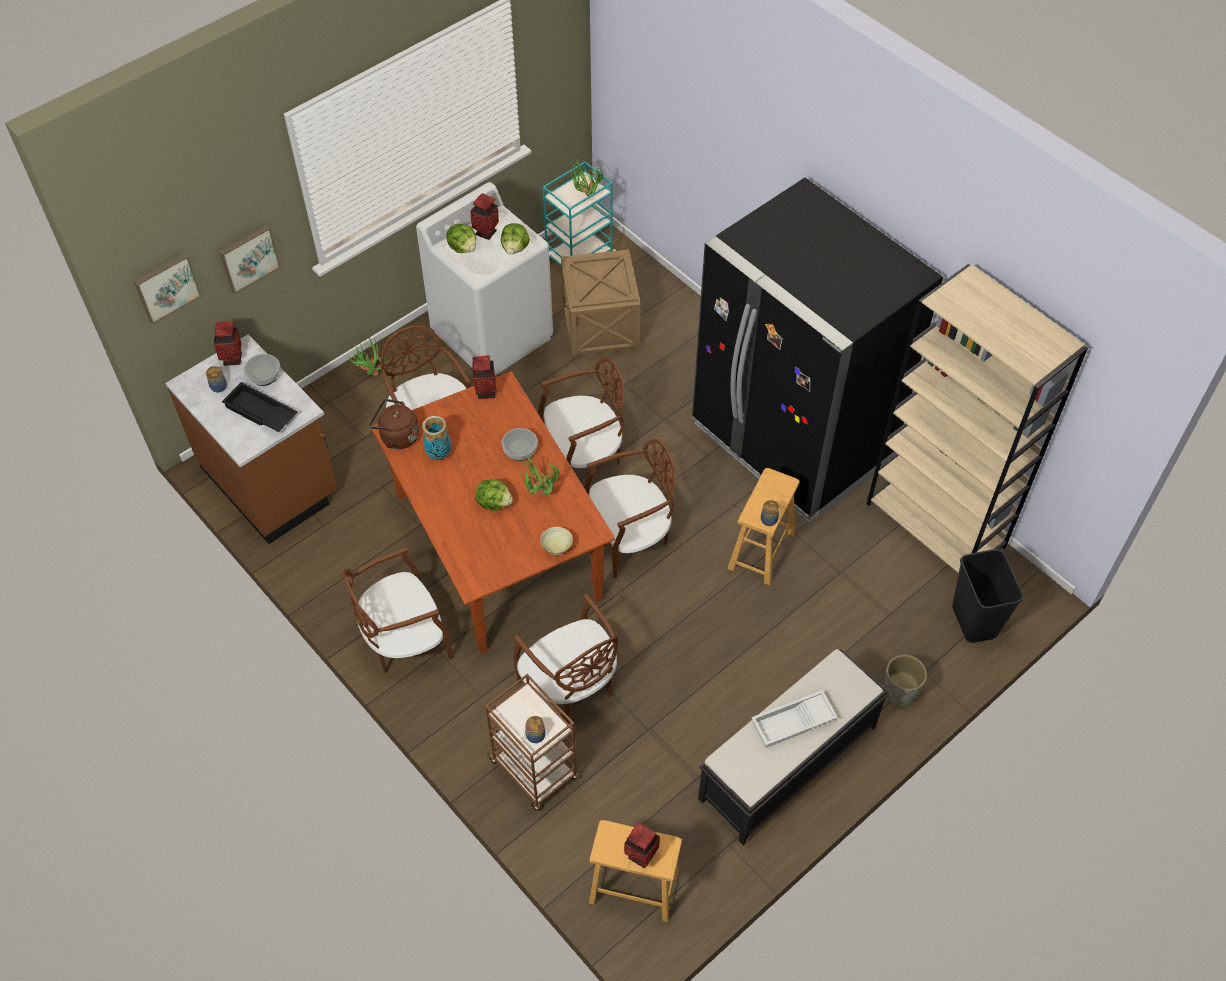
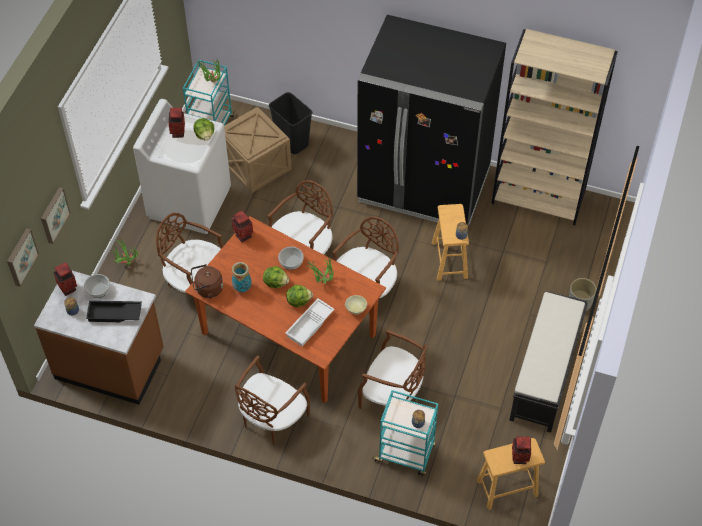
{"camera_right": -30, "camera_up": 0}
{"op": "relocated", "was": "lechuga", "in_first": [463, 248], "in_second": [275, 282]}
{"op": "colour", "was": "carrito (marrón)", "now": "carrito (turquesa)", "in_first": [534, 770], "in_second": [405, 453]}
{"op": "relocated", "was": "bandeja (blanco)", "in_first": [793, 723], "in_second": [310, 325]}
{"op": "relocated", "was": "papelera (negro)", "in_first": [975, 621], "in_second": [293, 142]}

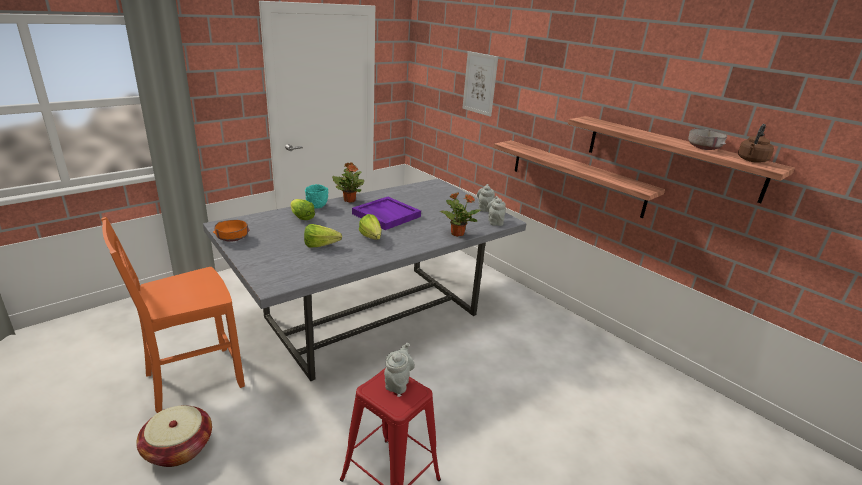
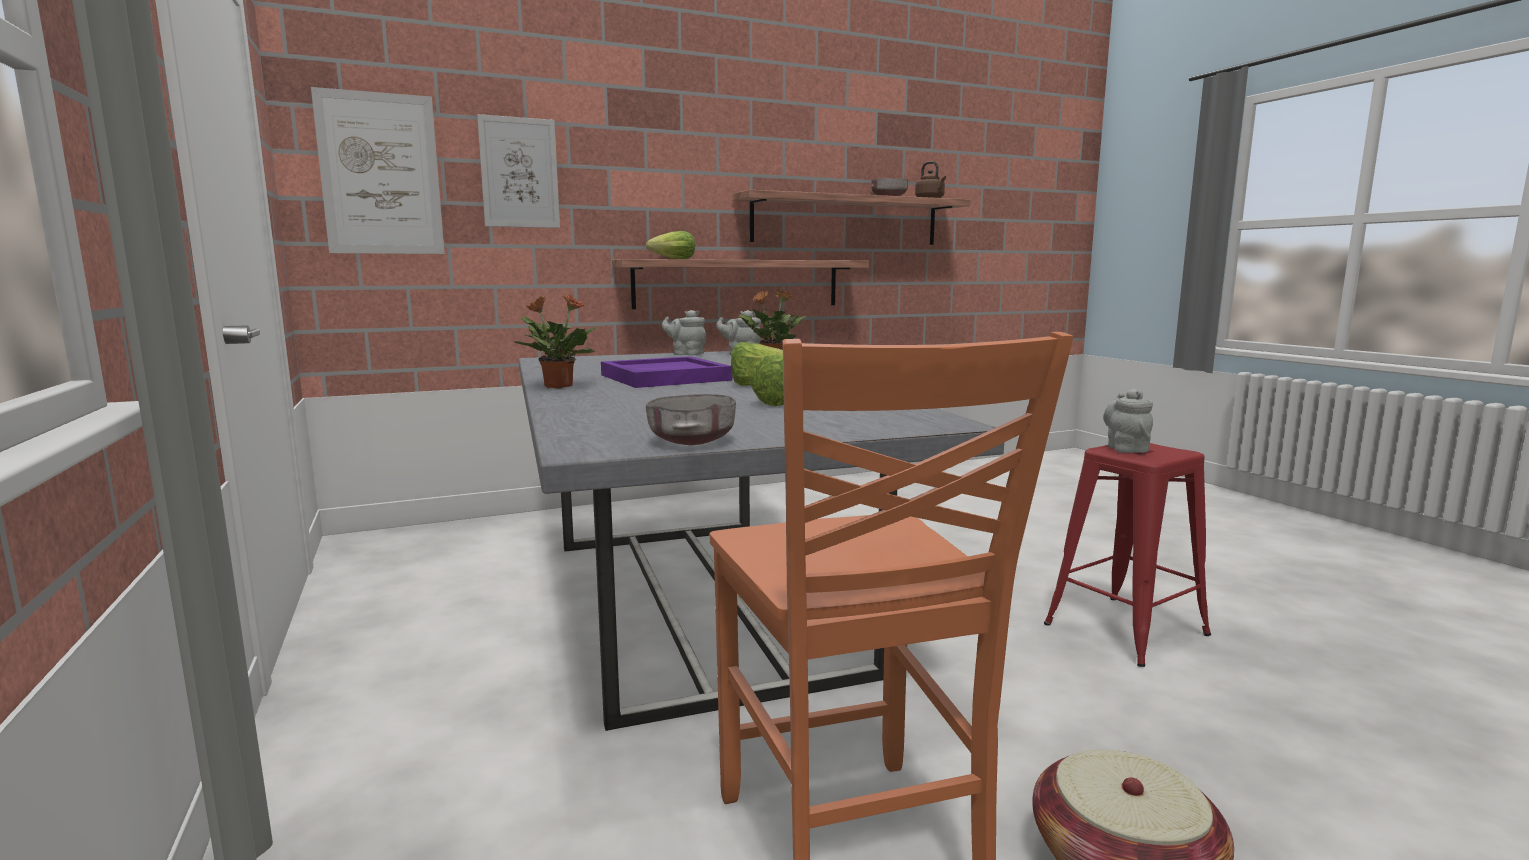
{"camera_right": -70, "camera_up": -15}
{"op": "colour", "was": "cuenco (naranja)", "now": "cuenco (gris)", "in_first": [233, 238], "in_second": [692, 441]}
{"op": "relocated", "was": "lechuga", "in_first": [301, 217], "in_second": [673, 259]}
{"op": "missing", "was": "cuenco (turquesa)", "in_first": [317, 207]}
{"op": "spun", "was": "tetera (gris)", "in_first": [398, 383], "in_second": [1125, 448], "clockwise": 60}
{"op": "appeared", "now": "cuadro", "in_second": [380, 174]}

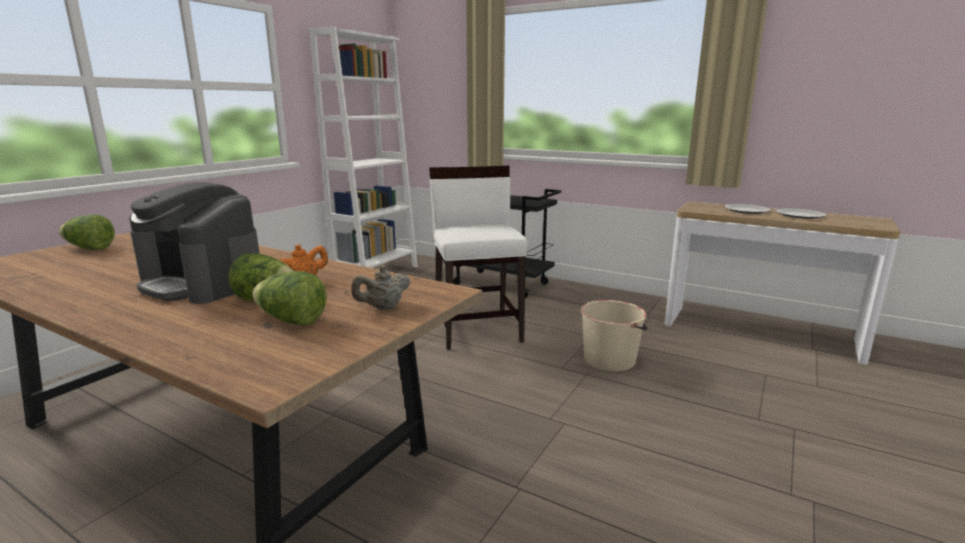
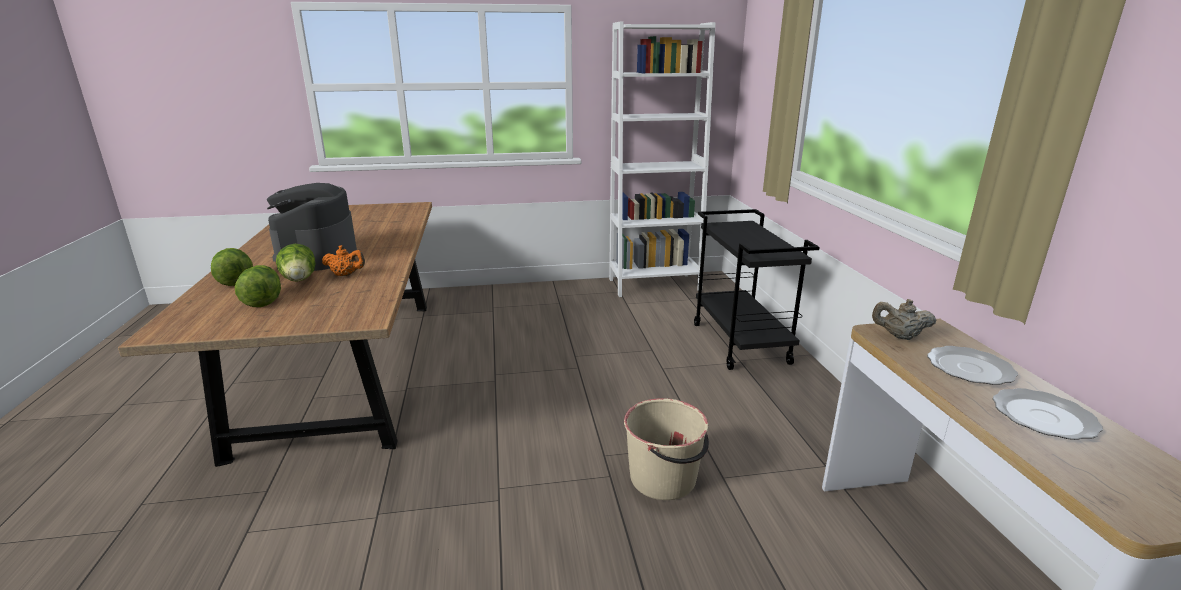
{"camera_right": 50, "camera_up": 5}
{"op": "relocated", "was": "lechuga", "in_first": [89, 248], "in_second": [235, 281]}
{"op": "relocated", "was": "tetera (beis)", "in_first": [383, 307], "in_second": [899, 336]}
{"op": "missing", "was": "silla (blanco)", "in_first": [478, 328]}

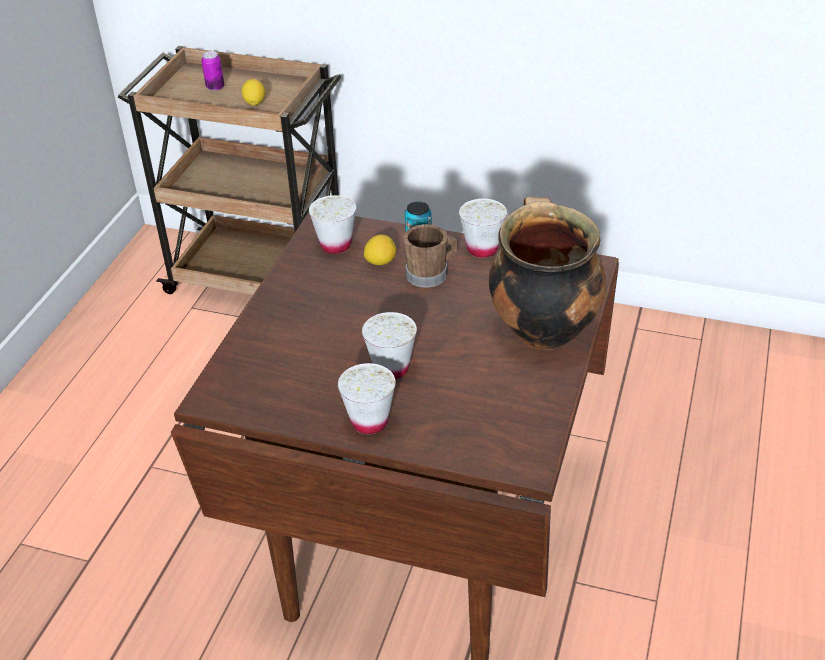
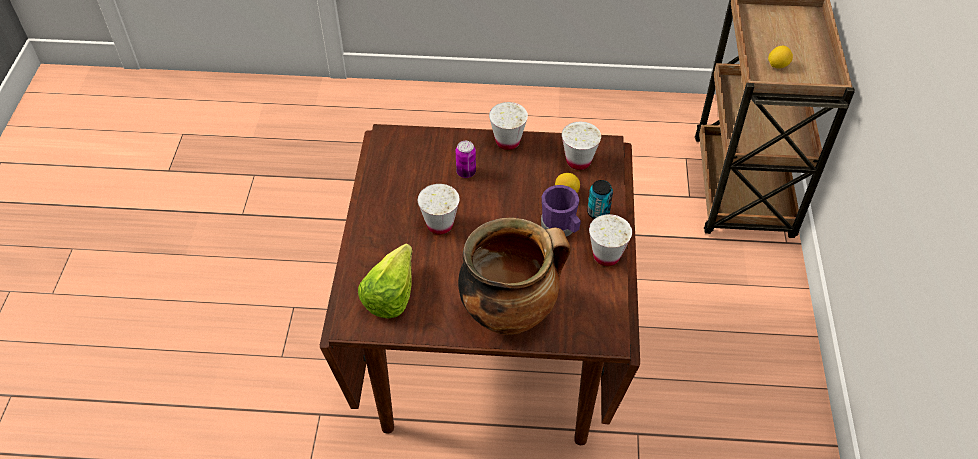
{"camera_right": 75, "camera_up": 10}
{"op": "relocated", "was": "lata", "in_first": [215, 87], "in_second": [466, 172]}
{"op": "relocated", "was": "taza (blanco)", "in_first": [369, 422], "in_second": [507, 141]}
{"op": "colour", "was": "taza grande (marrón)", "now": "taza grande (morado)", "in_first": [431, 274], "in_second": [561, 228]}
{"op": "appeared", "now": "lechuga", "in_second": [395, 291]}

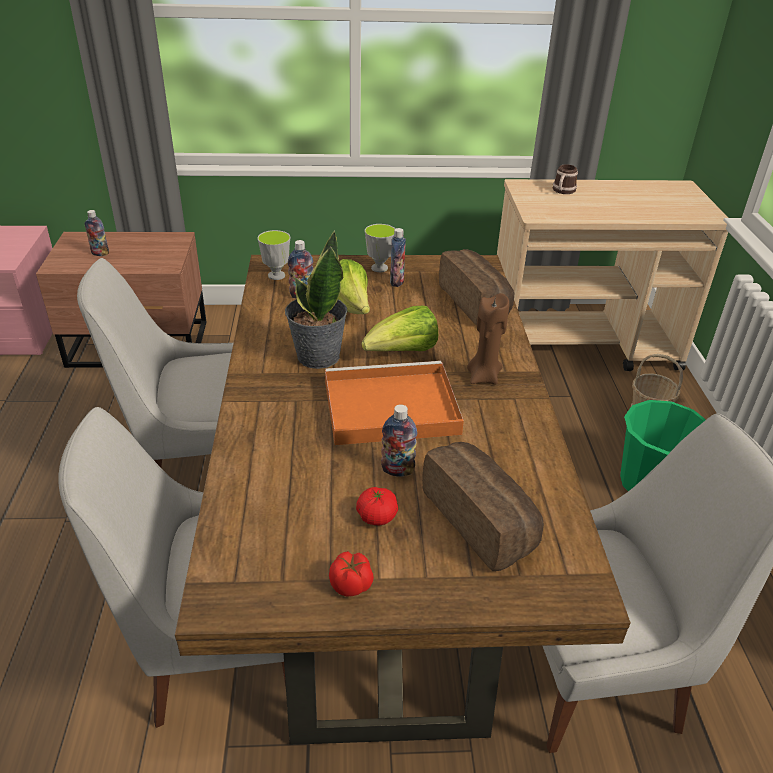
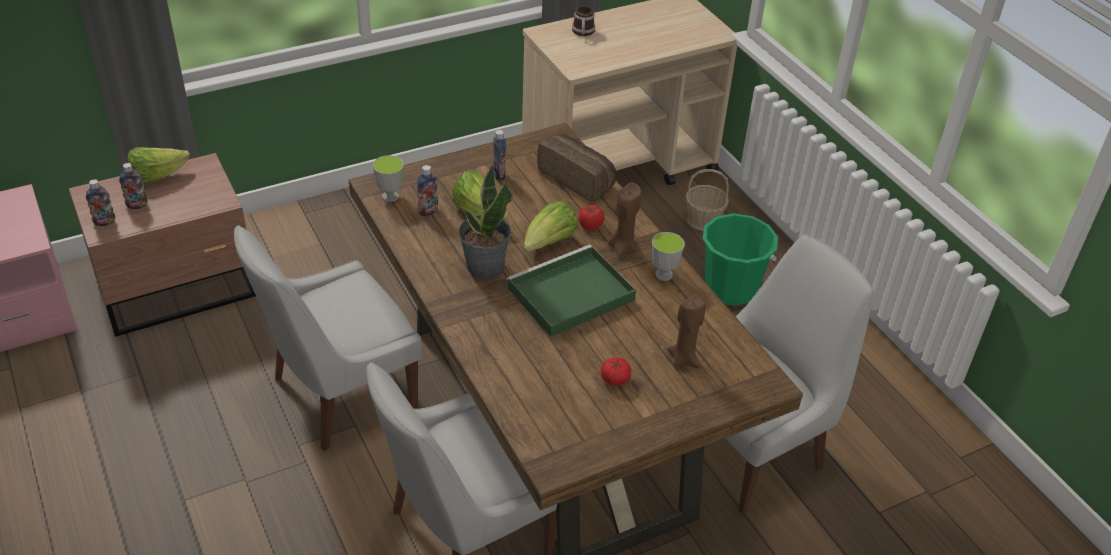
{"camera_right": -25, "camera_up": 5}
{"op": "colour", "was": "bandeja (naranja)", "now": "bandeja (verde)", "in_first": [388, 408], "in_second": [569, 295]}
{"op": "relocated", "was": "tomate", "in_first": [351, 585], "in_second": [591, 225]}
{"op": "relocated", "was": "taza", "in_first": [379, 268], "in_second": [663, 274]}
{"op": "relocated", "was": "botella", "in_first": [397, 470], "in_second": [104, 222]}
{"op": "exchanged", "was": "pan", "now": "vela (marrón)", "in_first": [482, 520], "in_second": [684, 359]}
{"op": "appeared", "now": "lechuga", "in_second": [157, 176]}

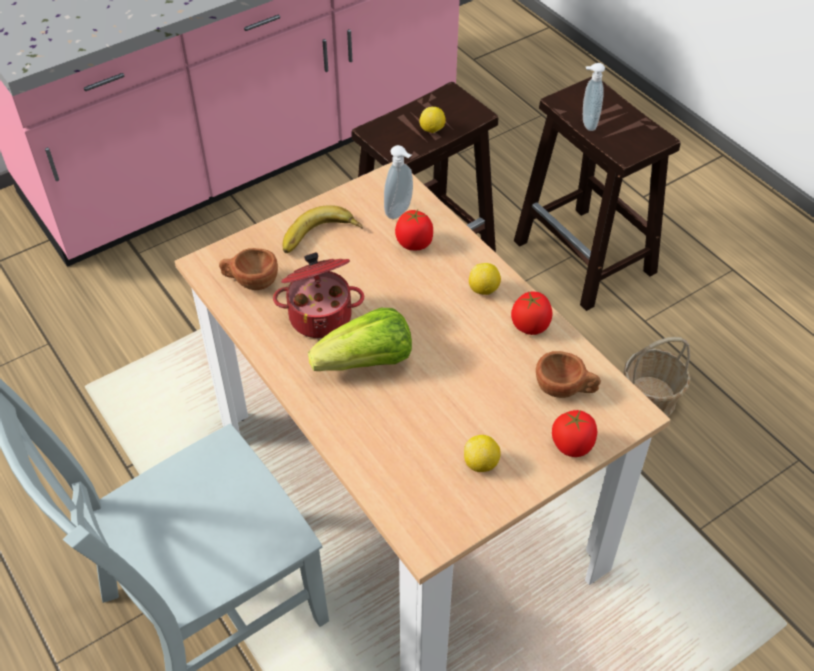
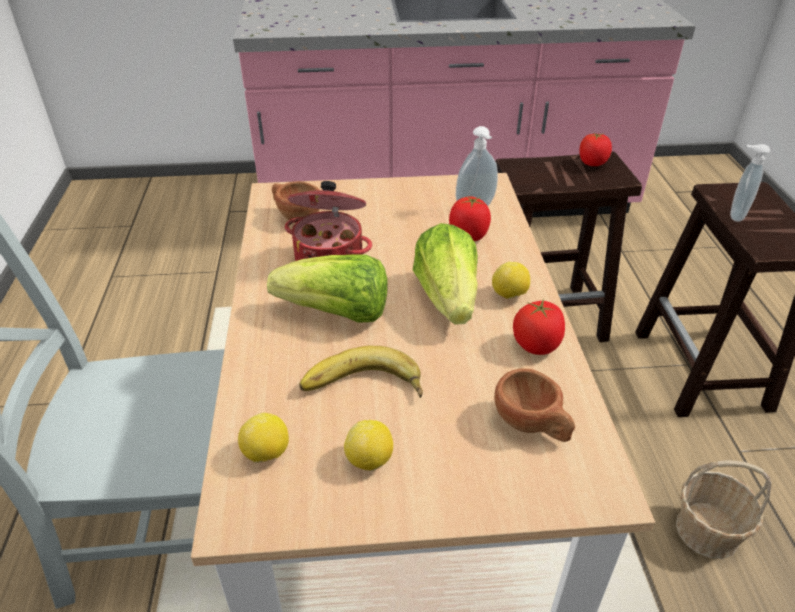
{"camera_right": 30, "camera_up": -10}
{"op": "relocated", "was": "plátano", "in_first": [321, 238], "in_second": [363, 388]}
{"op": "relocated", "was": "limón", "in_first": [432, 130], "in_second": [266, 453]}
{"op": "relocated", "was": "tomate", "in_first": [572, 445], "in_second": [592, 163]}
{"op": "appeared", "now": "lechuga", "in_second": [447, 297]}

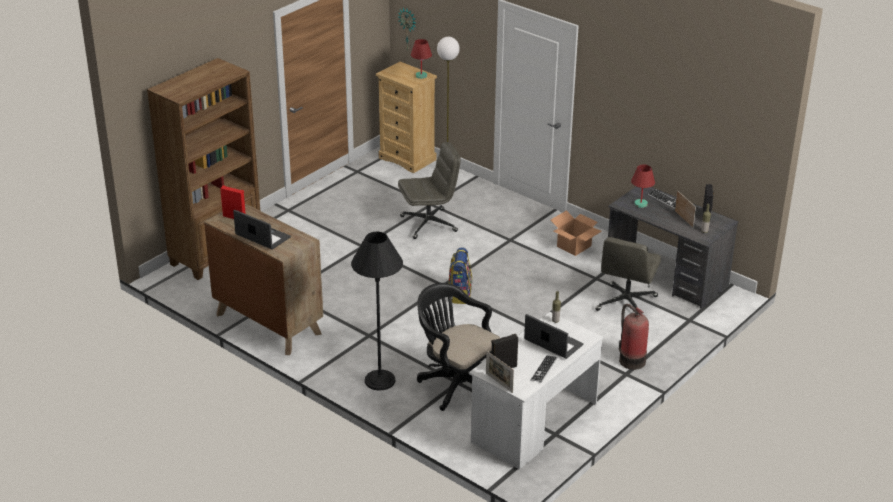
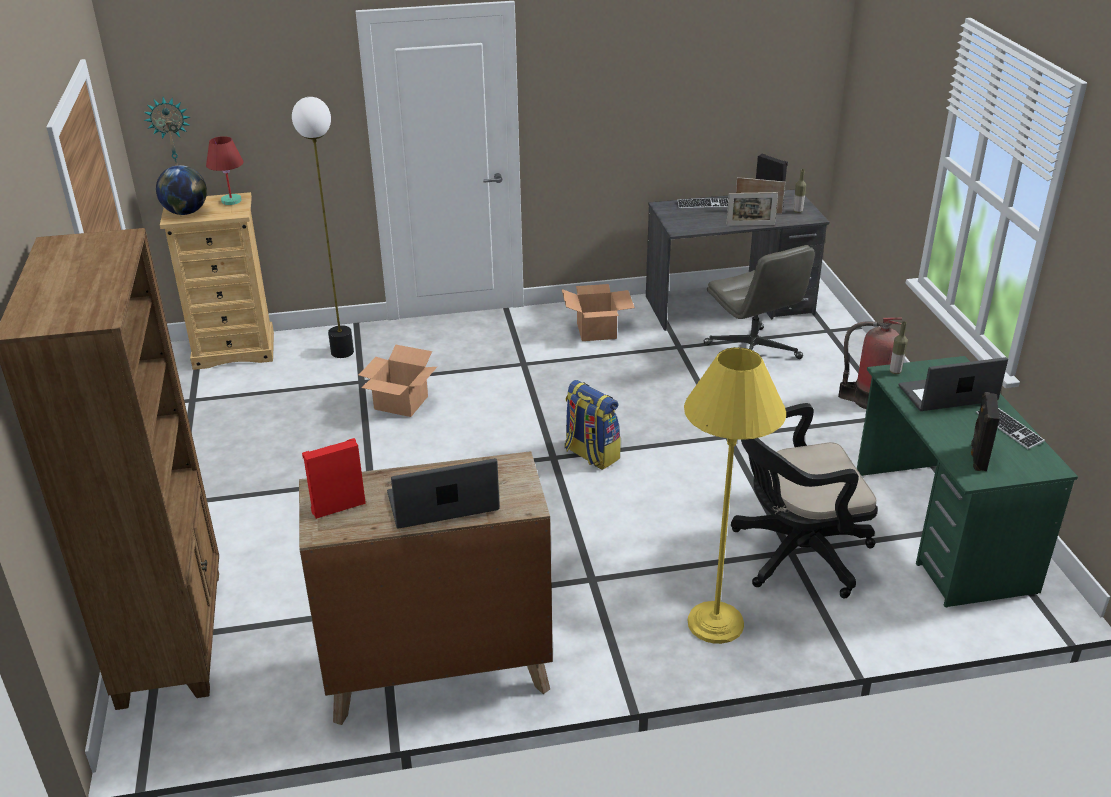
{"camera_right": -50, "camera_up": 0}
{"op": "colour", "was": "lámpara de pie (negro)", "now": "lámpara de pie (amarillo)", "in_first": [379, 380], "in_second": [715, 623]}
{"op": "exchanged", "was": "silla de oficina (gris)", "now": "caja de cartón", "in_first": [429, 224], "in_second": [402, 403]}
{"op": "colour", "was": "escritorio (blanco)", "now": "escritorio (verde)", "in_first": [534, 423], "in_second": [941, 531]}
{"op": "relocated", "was": "portarretratos", "in_first": [499, 383], "in_second": [750, 225]}
{"op": "missing", "was": "lámpara de mesa (rojo)", "in_first": [640, 204]}
{"op": "appeared", "now": "globo terráqueo", "in_second": [186, 212]}

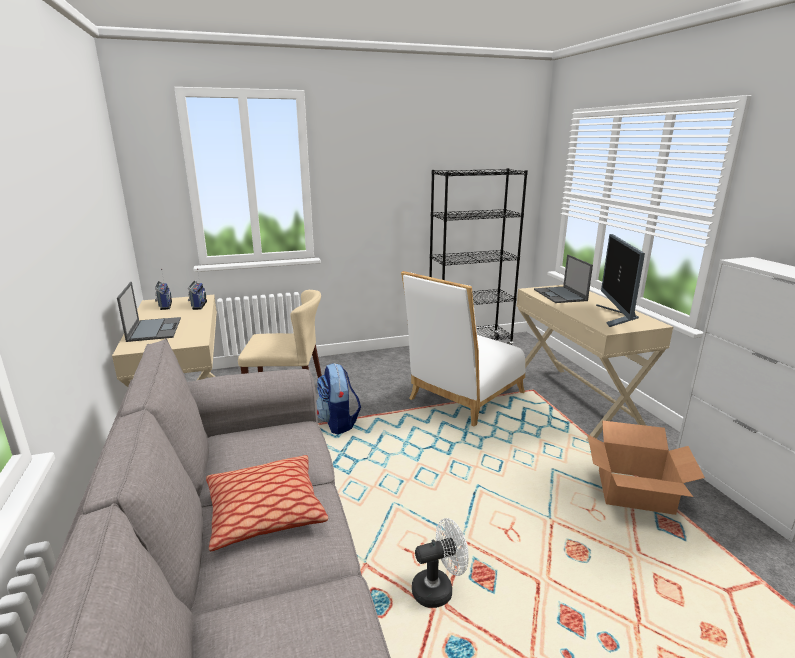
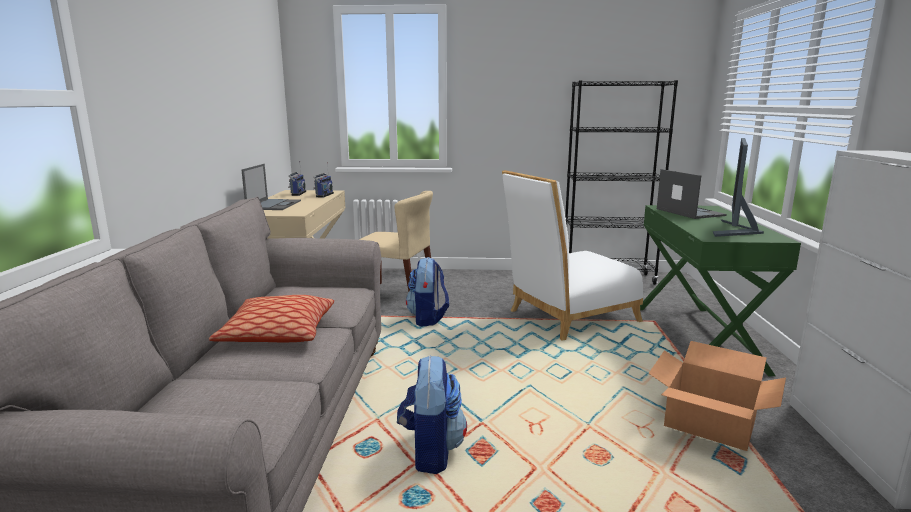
{"camera_right": 20, "camera_up": -5}
{"op": "exchanged", "was": "ventilador (blanco)", "now": "mochila", "in_first": [438, 589], "in_second": [431, 451]}
{"op": "colour", "was": "escritorio (beis)", "now": "escritorio (verde)", "in_first": [574, 402], "in_second": [697, 337]}
{"op": "spun", "was": "portátil", "in_first": [560, 295], "in_second": [689, 212], "clockwise": 150}

